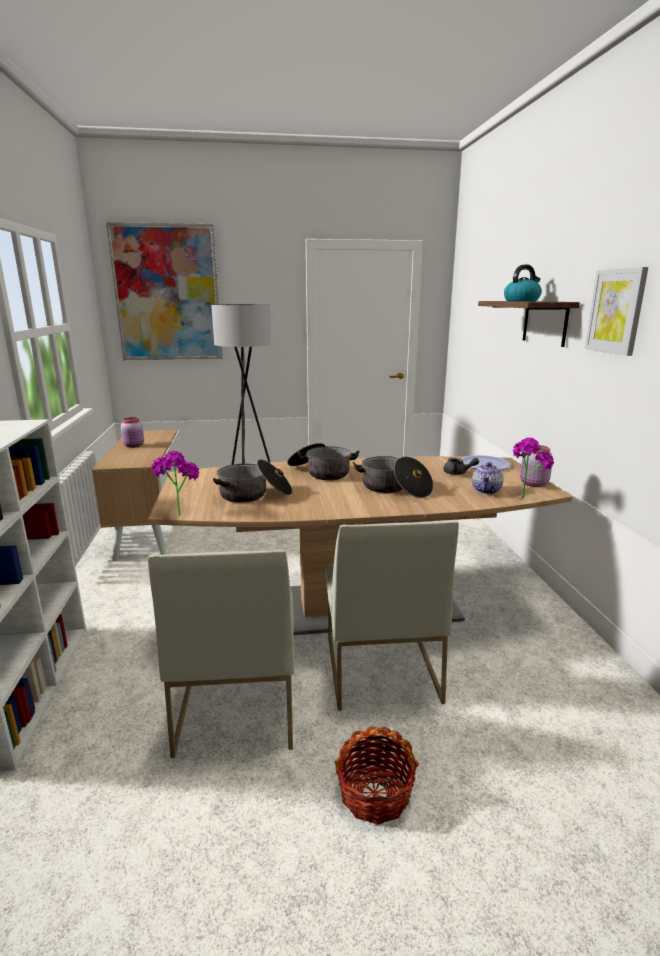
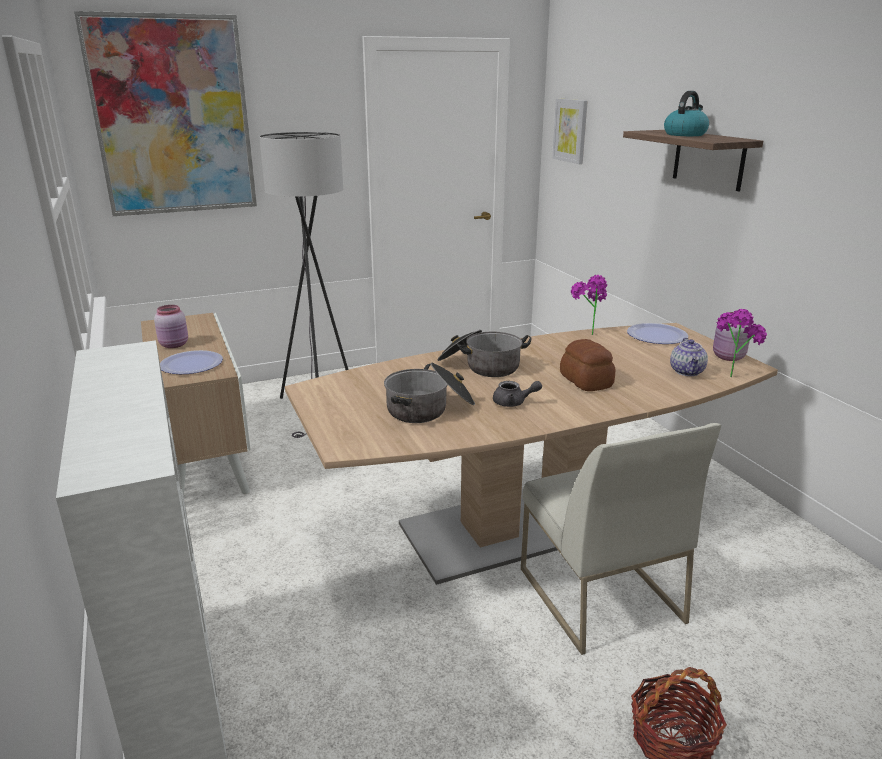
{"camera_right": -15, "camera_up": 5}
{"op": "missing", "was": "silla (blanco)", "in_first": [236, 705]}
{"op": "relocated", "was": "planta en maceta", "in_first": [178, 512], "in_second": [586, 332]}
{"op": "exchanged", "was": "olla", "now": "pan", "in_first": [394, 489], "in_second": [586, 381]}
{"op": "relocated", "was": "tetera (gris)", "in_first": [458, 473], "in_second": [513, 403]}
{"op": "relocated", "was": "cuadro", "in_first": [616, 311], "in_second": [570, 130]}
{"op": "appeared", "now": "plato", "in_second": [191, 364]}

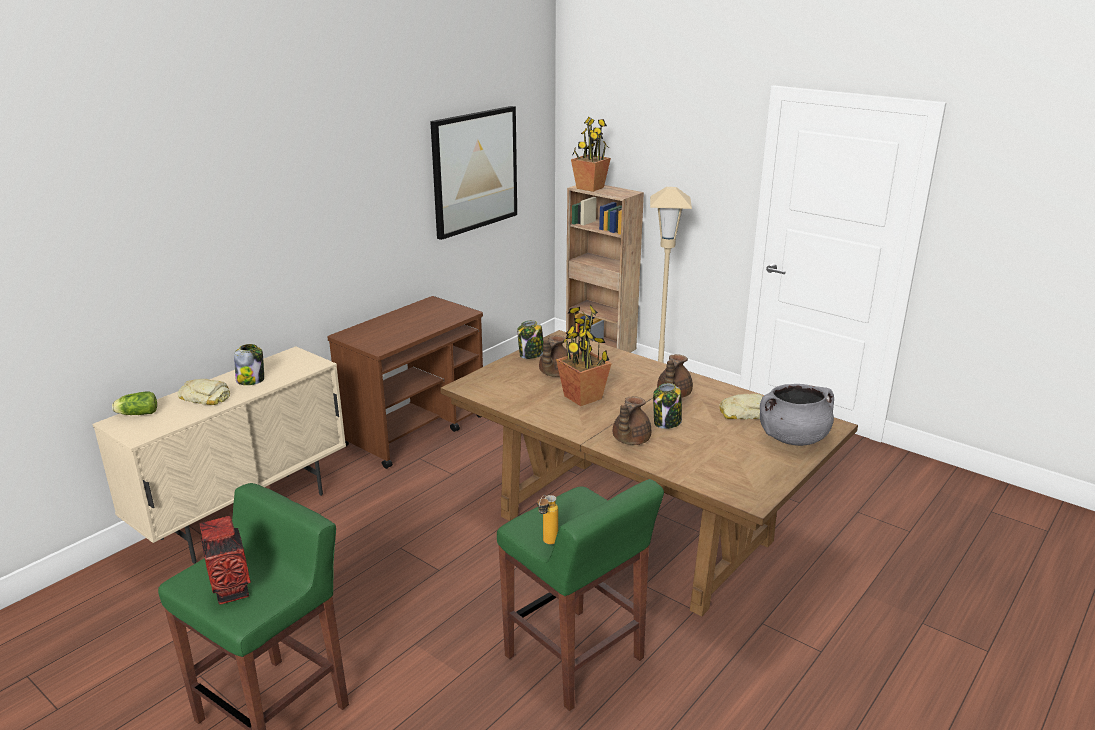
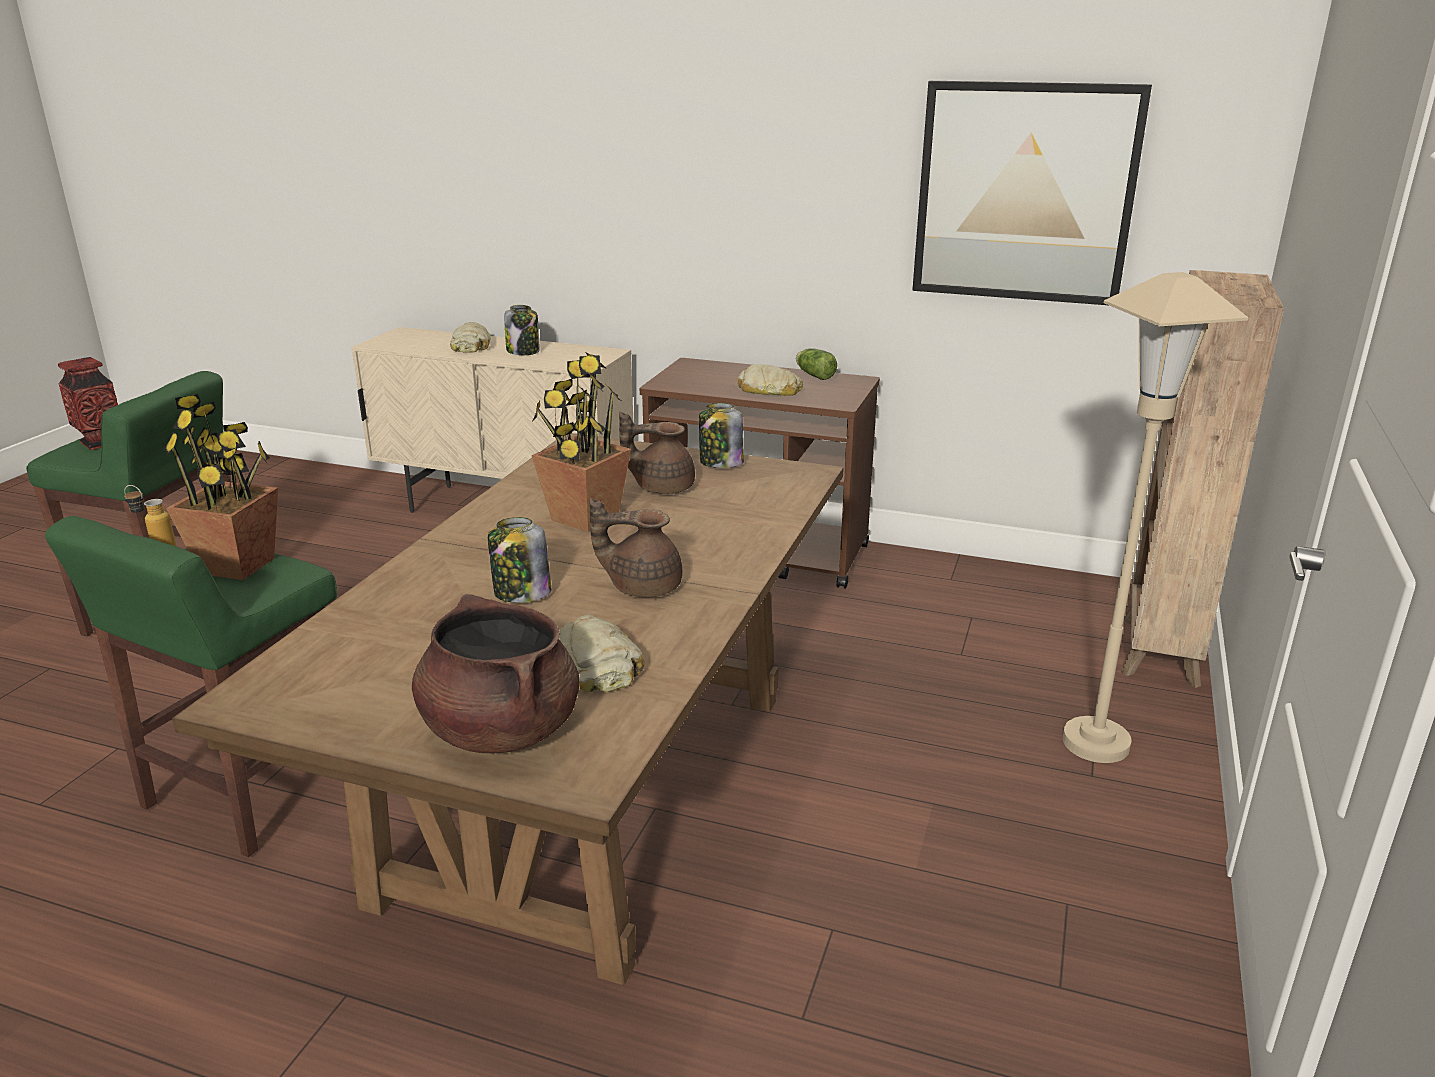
{"camera_right": 70, "camera_up": 0}
{"op": "relocated", "was": "lechuga", "in_first": [136, 414], "in_second": [814, 375]}
{"op": "relocated", "was": "planta en maceta", "in_first": [589, 188], "in_second": [238, 565]}
{"op": "missing", "was": "tetera (marrón)", "in_first": [630, 440]}
{"op": "colour", "was": "olla (gris)", "now": "olla (marrón)", "in_first": [793, 438], "in_second": [500, 730]}
{"op": "appeared", "now": "pan", "in_second": [769, 390]}

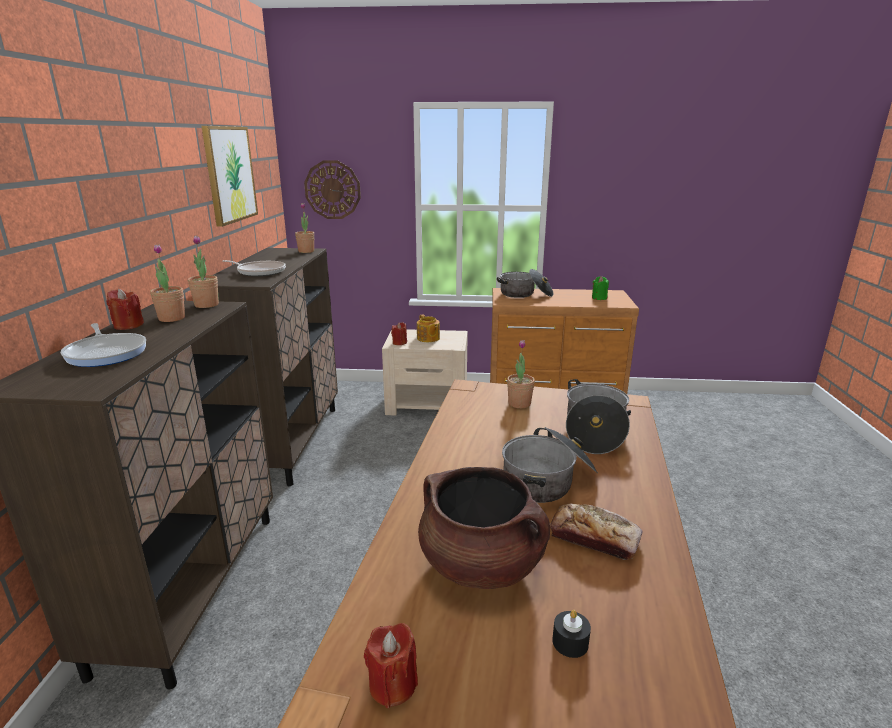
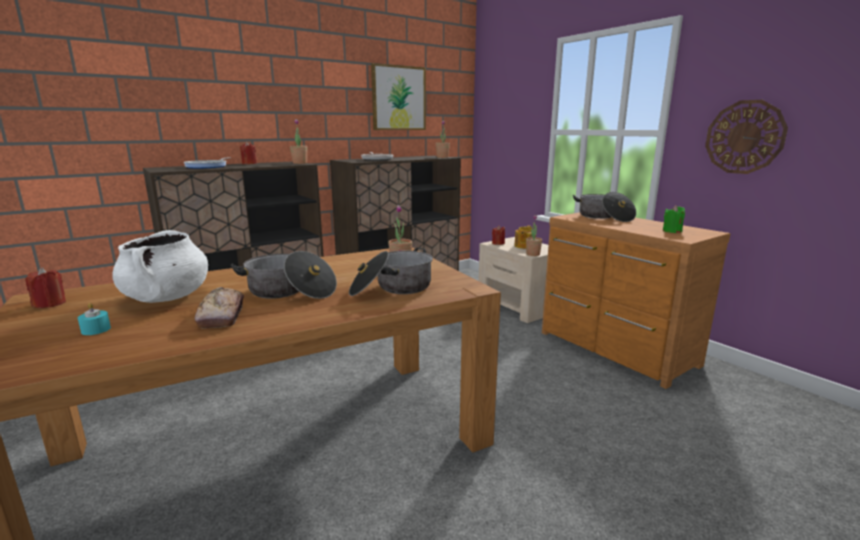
{"camera_right": 50, "camera_up": -5}
{"op": "relocated", "was": "planta en maceta", "in_first": [172, 318], "in_second": [533, 254]}
{"op": "relocated", "was": "reloj de pared", "in_first": [332, 190], "in_second": [744, 137]}
{"op": "colour", "was": "olla (marrón)", "now": "olla (blanco)", "in_first": [481, 565], "in_second": [167, 297]}
{"op": "colour", "was": "vela (negro)", "now": "vela (turquesa)", "in_first": [570, 642], "in_second": [96, 330]}

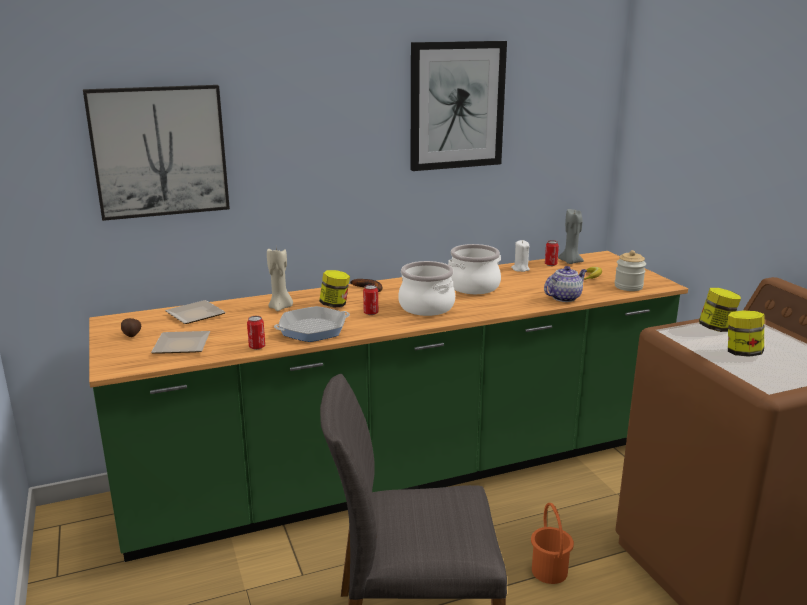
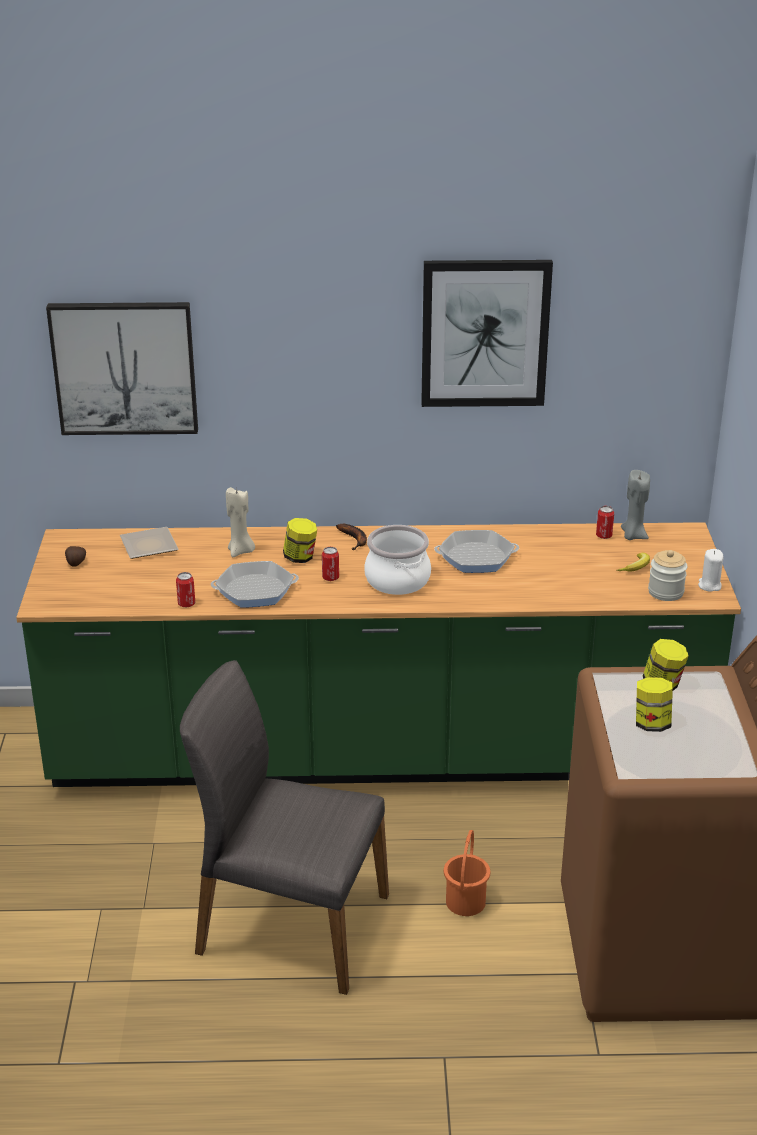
{"camera_right": 20, "camera_up": 10}
{"op": "missing", "was": "plato", "in_first": [183, 346]}
{"op": "exchanged", "was": "olla", "now": "sartén", "in_first": [473, 286], "in_second": [476, 557]}
{"op": "relocated", "was": "vela (blanco)", "in_first": [520, 269], "in_second": [709, 585]}
{"op": "missing", "was": "tetera", "in_first": [564, 297]}

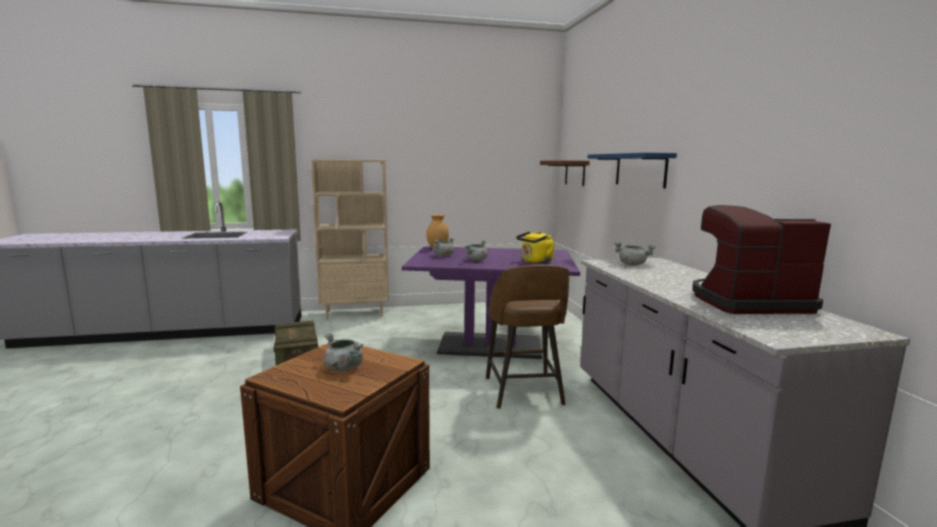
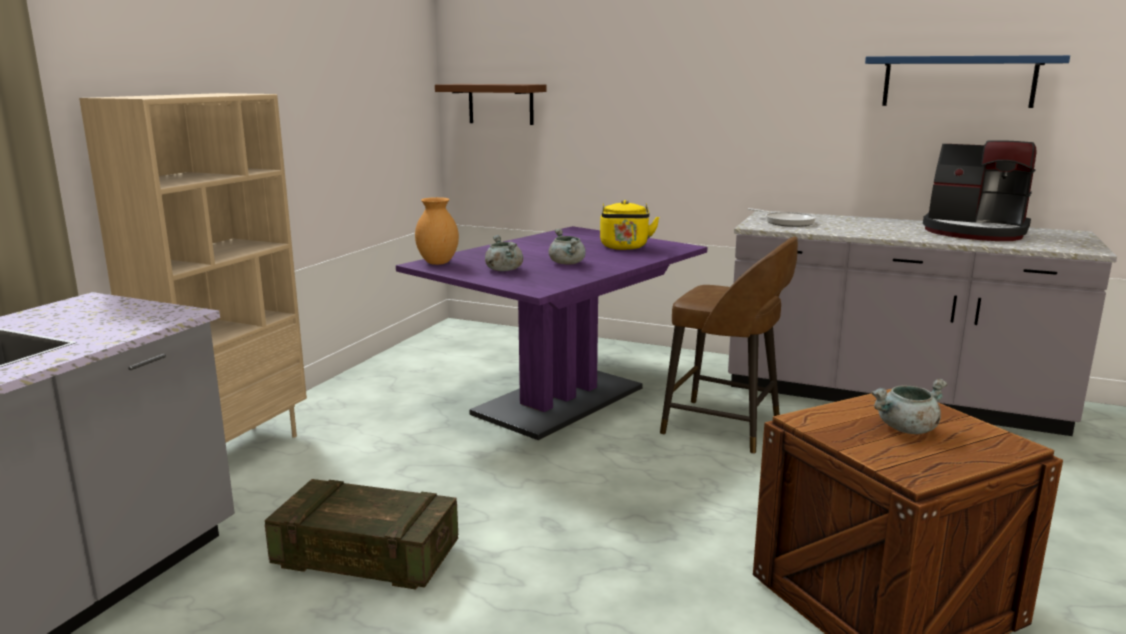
{"camera_right": -55, "camera_up": 5}
{"op": "relocated", "was": "estante (azul)", "in_first": [640, 170], "in_second": [958, 81]}
{"op": "exchanged", "was": "olla (gris)", "now": "sartén", "in_first": [632, 265], "in_second": [786, 222]}
{"op": "spun", "was": "cafetera", "in_first": [747, 302], "in_second": [975, 232], "clockwise": -90}

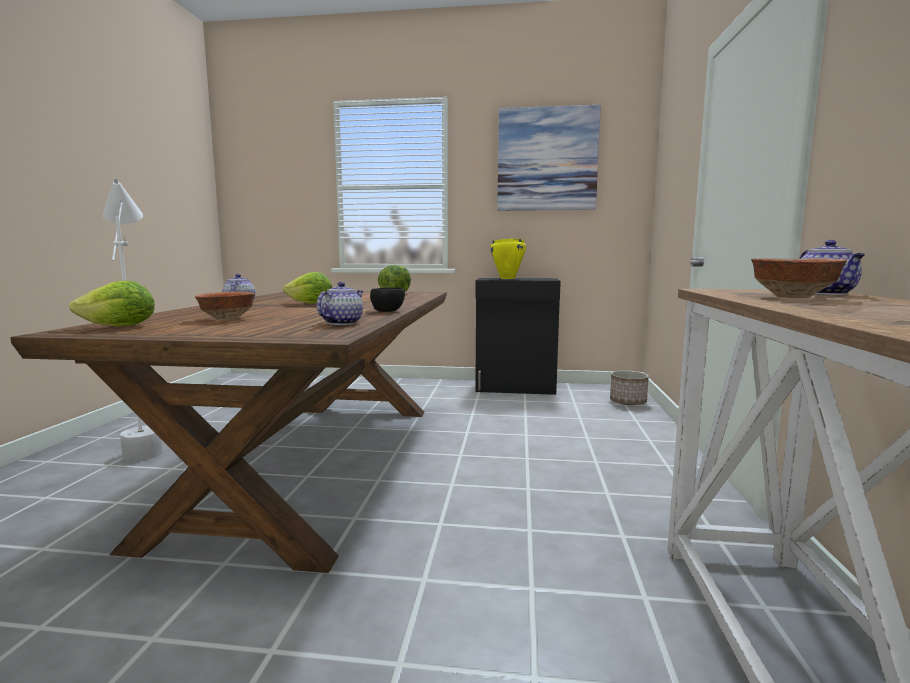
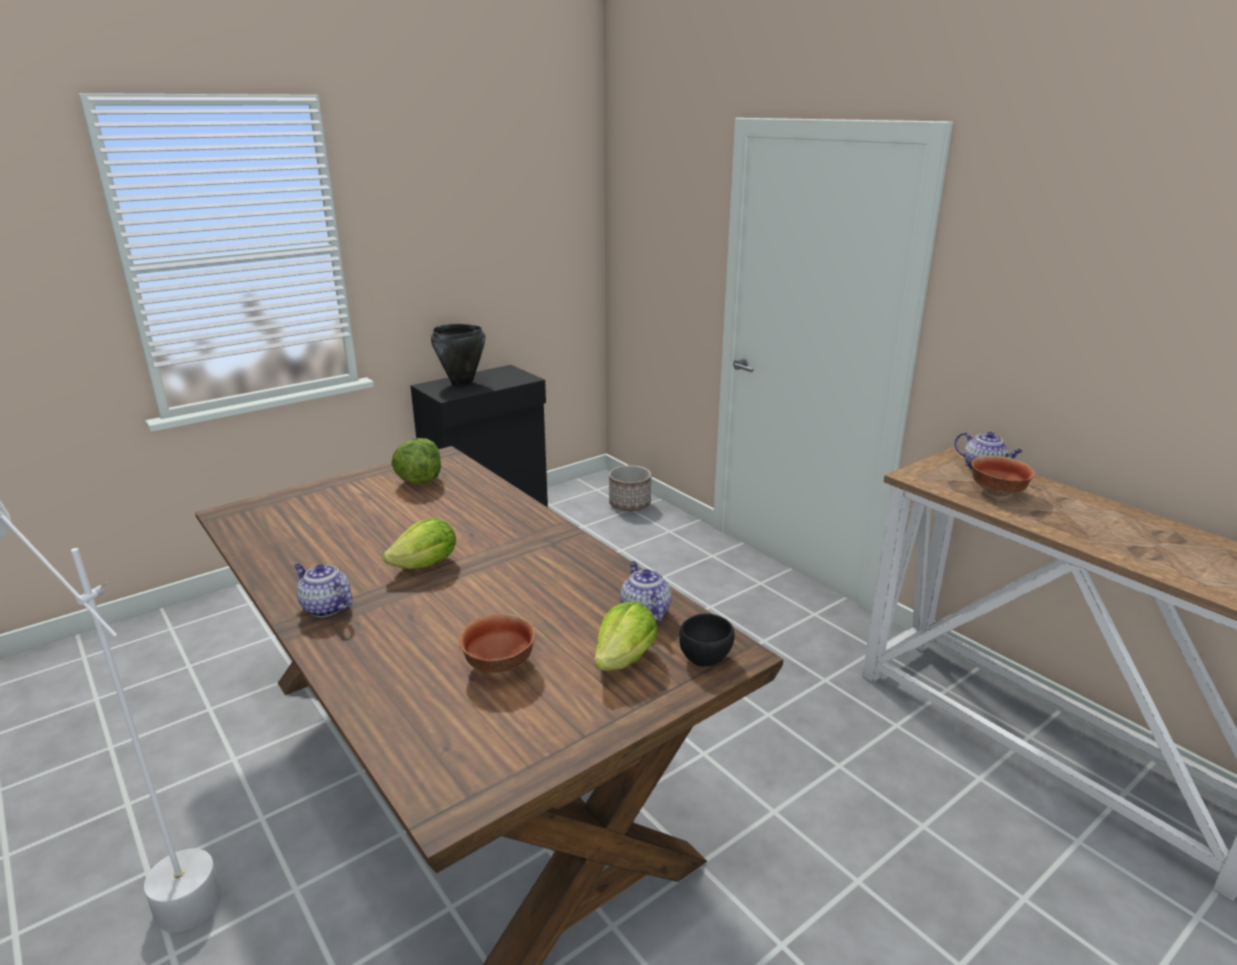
{"camera_right": -45, "camera_up": 15}
{"op": "relocated", "was": "lechuga", "in_first": [120, 327], "in_second": [625, 659]}
{"op": "relocated", "was": "cuenco (negro)", "in_first": [387, 311], "in_second": [704, 657]}
{"op": "colour", "was": "olla (amarillo)", "now": "olla (negro)", "in_first": [507, 278], "in_second": [462, 383]}
{"op": "missing", "was": "cuadro", "in_first": [547, 159]}

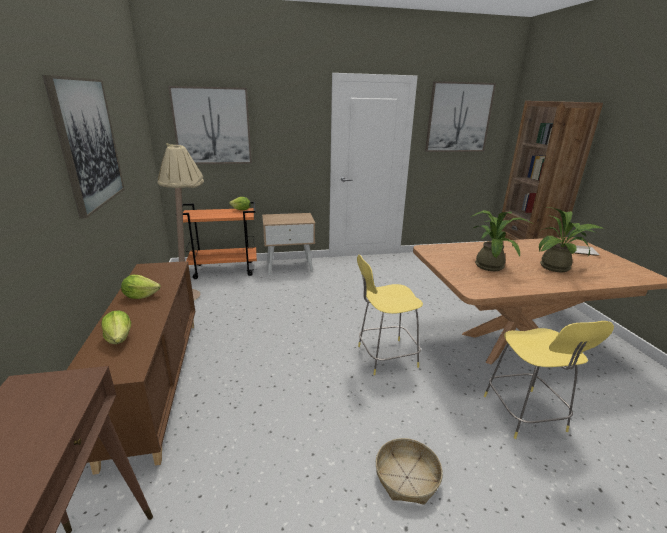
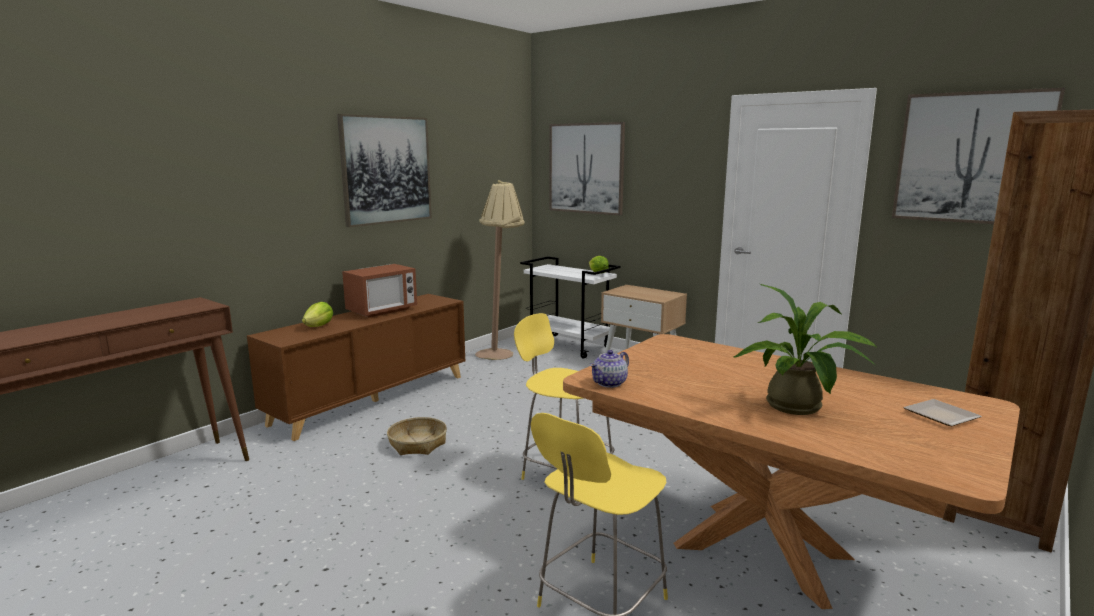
{"camera_right": 50, "camera_up": -10}
{"op": "exchanged", "was": "lechuga", "now": "microondas", "in_first": [141, 296], "in_second": [382, 311]}
{"op": "colour", "was": "carrito (naranja)", "now": "carrito (blanco)", "in_first": [225, 270], "in_second": [569, 346]}
{"op": "relocated", "was": "cesta", "in_first": [406, 477], "in_second": [418, 444]}
{"op": "missing", "was": "planta en maceta", "in_first": [489, 265]}
{"op": "appeared", "now": "tetera", "in_second": [610, 383]}

